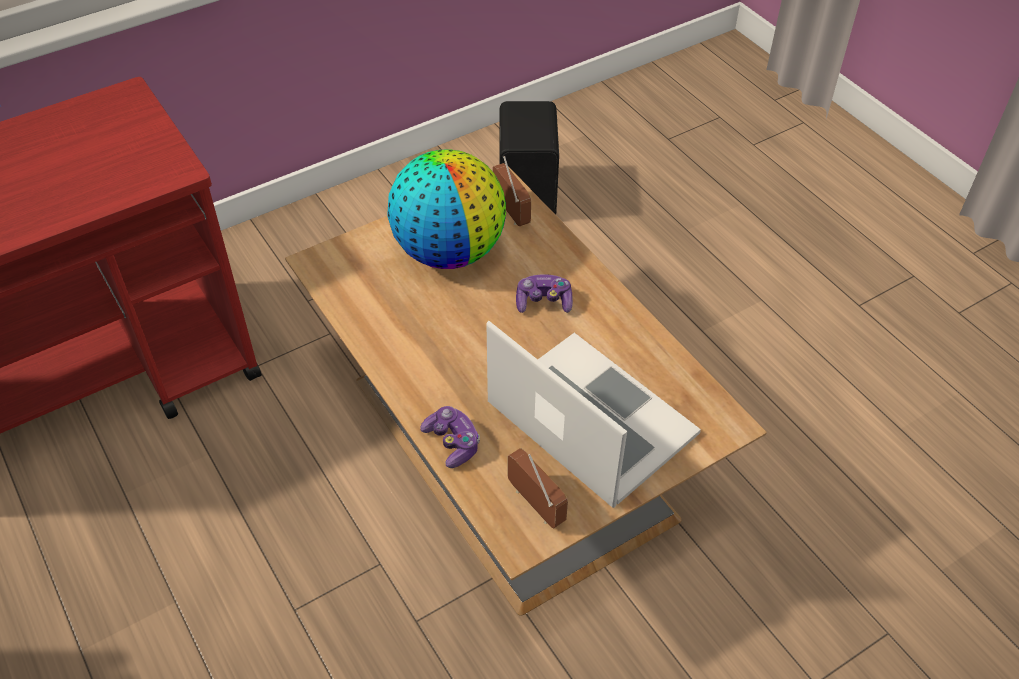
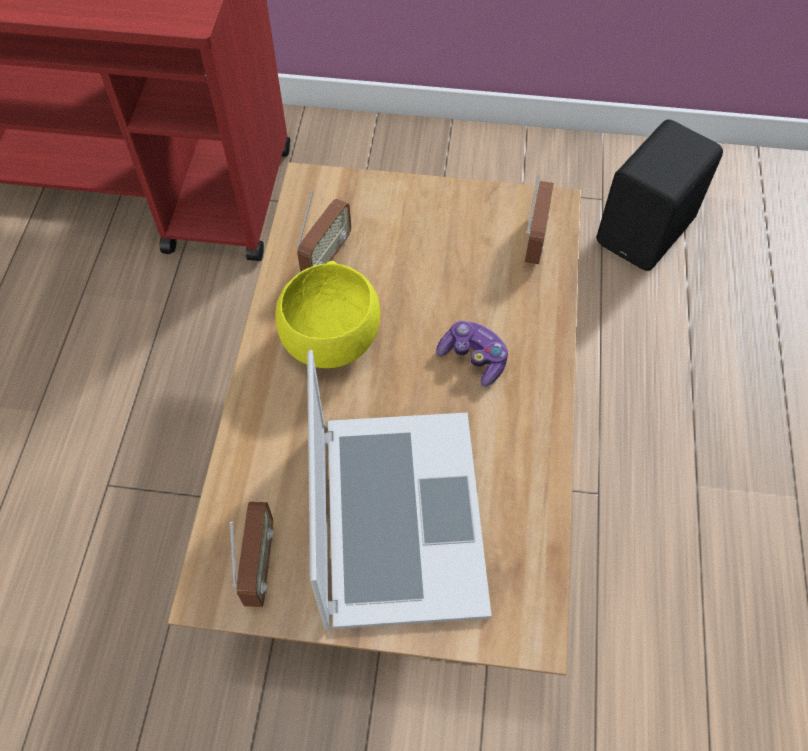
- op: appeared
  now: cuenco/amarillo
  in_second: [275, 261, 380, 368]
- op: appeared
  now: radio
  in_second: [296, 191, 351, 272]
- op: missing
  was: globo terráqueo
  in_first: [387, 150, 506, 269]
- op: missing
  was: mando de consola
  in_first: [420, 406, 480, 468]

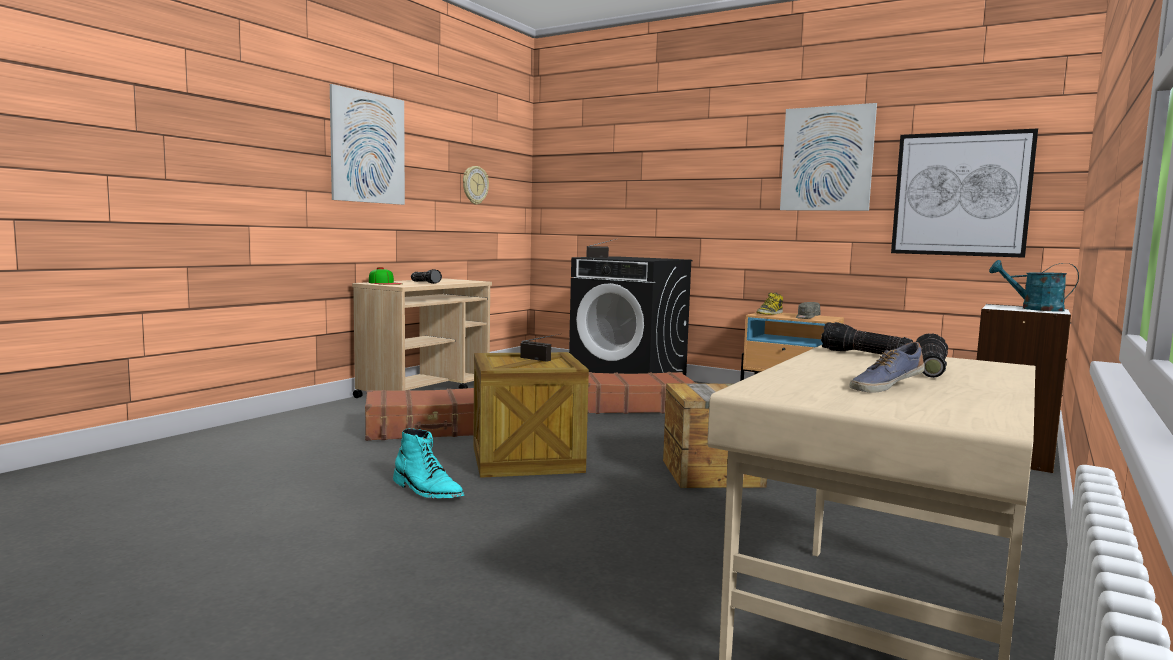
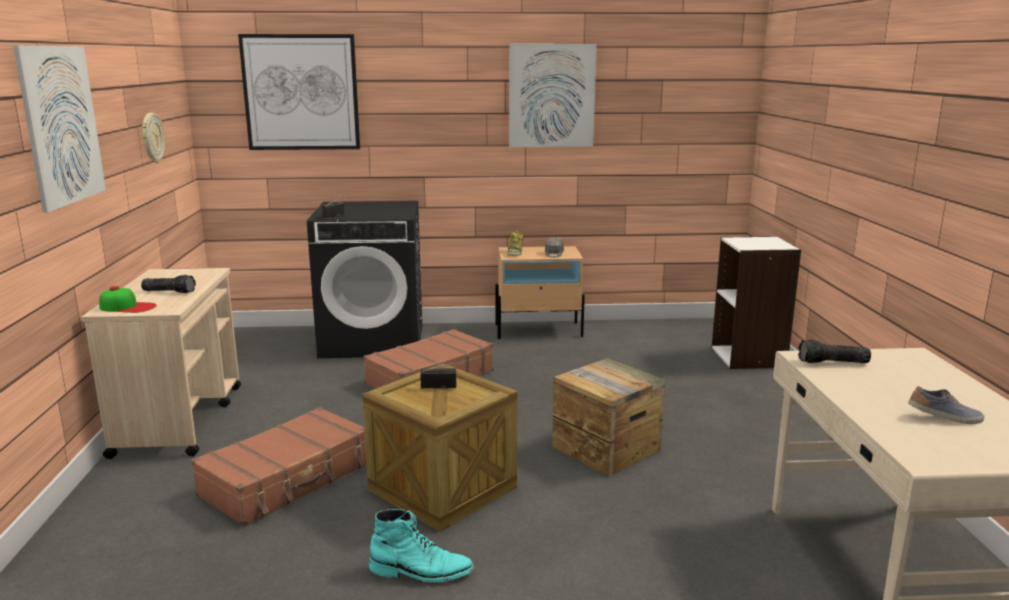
- op: relocated
  was: cuadro
  in_first: [891, 128, 1038, 258]
  in_second: [238, 34, 360, 150]
- op: spun
  was: zapato
  in_first: [849, 342, 924, 393]
  in_second: [908, 386, 984, 424]
  clockwise: -105
- op: missing
  was: linterna
  in_first: [916, 334, 948, 378]
- op: missing
  was: regadera/turquesa
  in_first: [989, 260, 1079, 312]

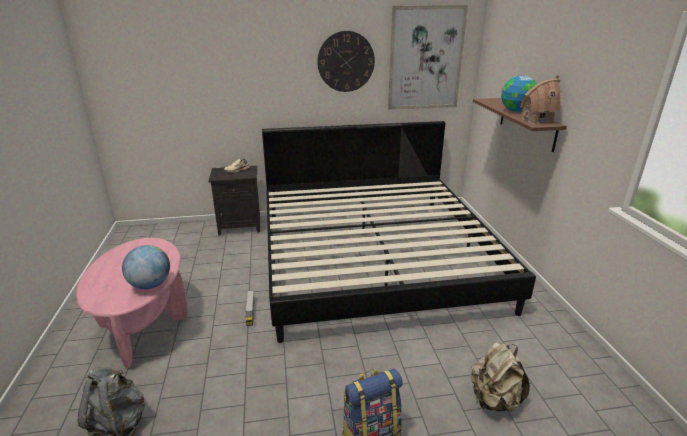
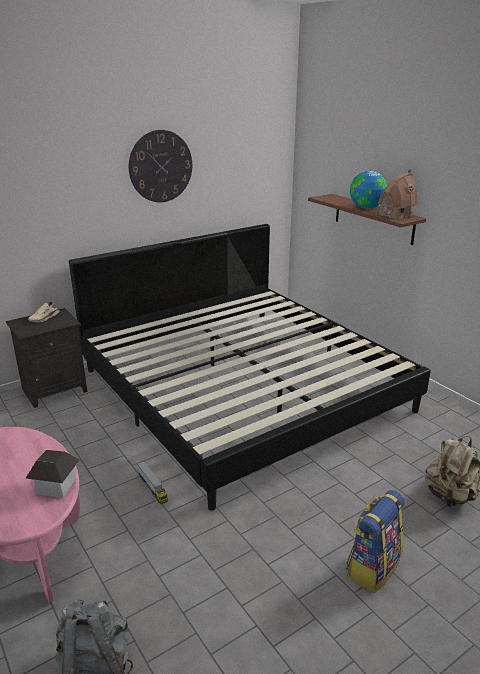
- op: exchanged
  was: globo terráqueo
  now: casita
  in_first: [122, 245, 170, 289]
  in_second: [26, 450, 80, 498]
- op: missing
  was: cuadro
  in_first: [388, 5, 468, 110]

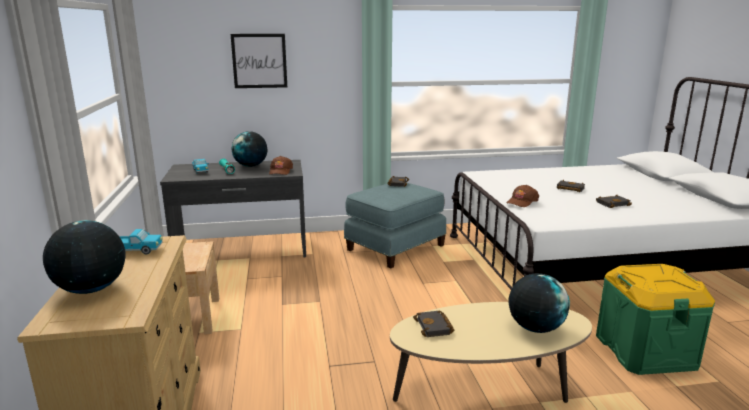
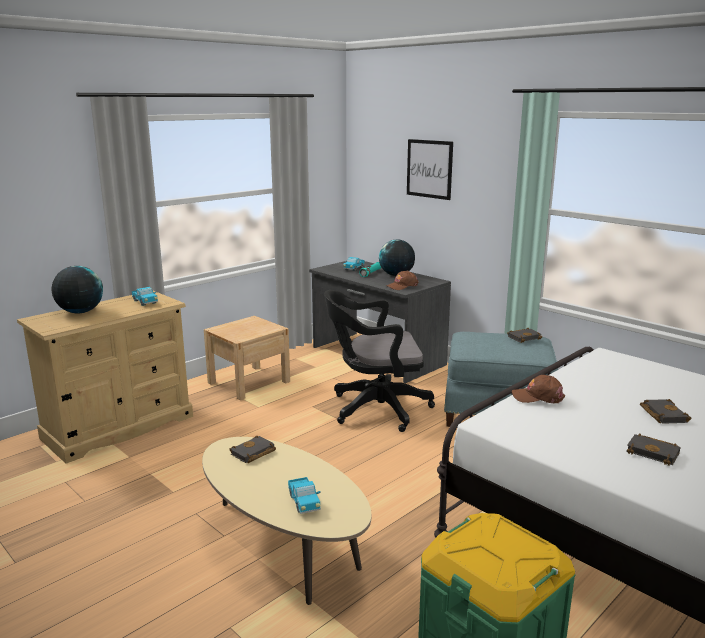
- op: exchanged
  was: globo terráqueo
  now: camión de juguete
  in_first: [509, 273, 570, 333]
  in_second: [288, 477, 321, 514]
- op: appeared
  now: silla de oficina/negro
  in_second: [324, 290, 435, 432]

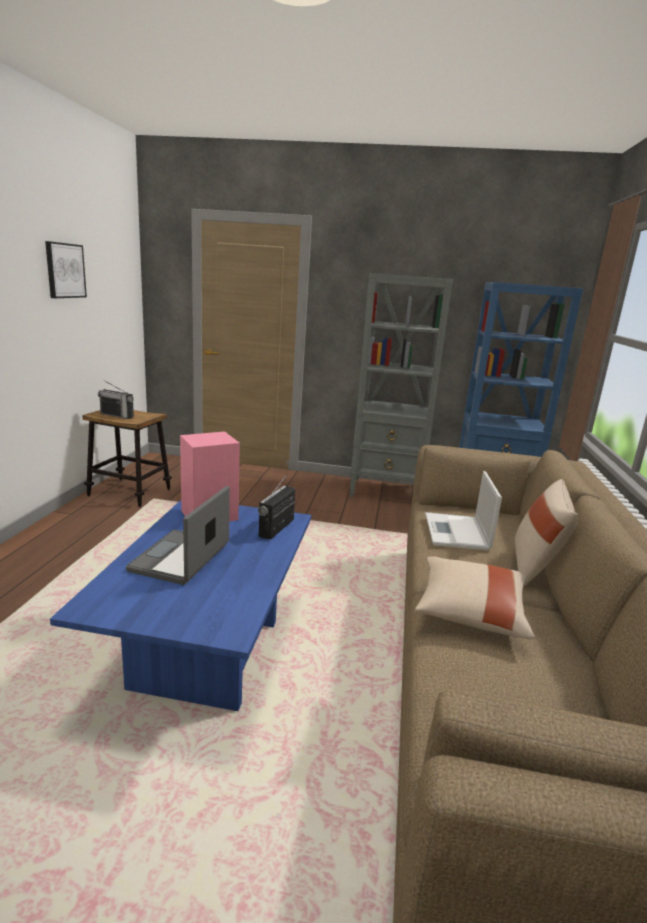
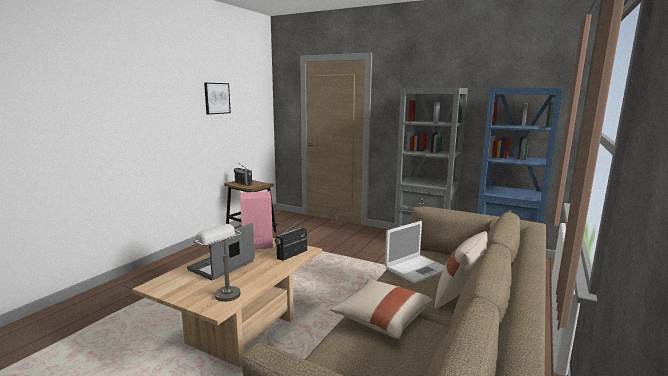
- op: colour
  was: mesa de centro/azul
  now: mesa de centro/beis
  in_first: [50, 500, 311, 711]
  in_second: [132, 238, 322, 367]
- op: appeared
  now: lámpara de mesa/gris
  in_second: [193, 224, 243, 302]
- op: spun
  was: portátil
  in_first: [425, 471, 502, 551]
  in_second: [385, 221, 445, 284]
  clockwise: -150

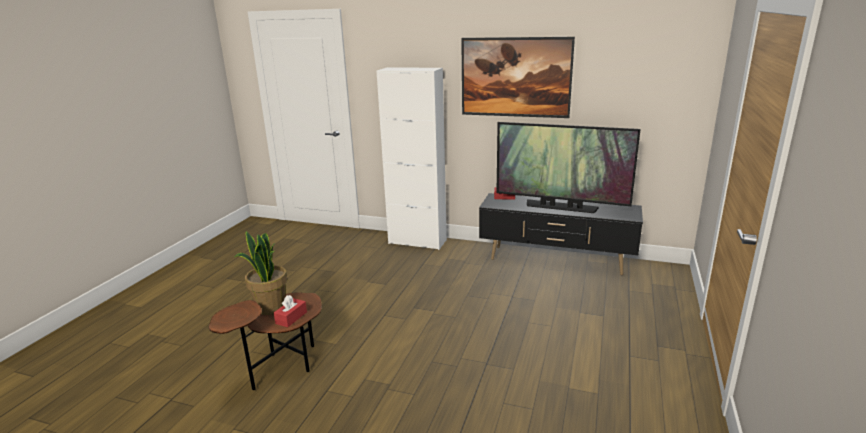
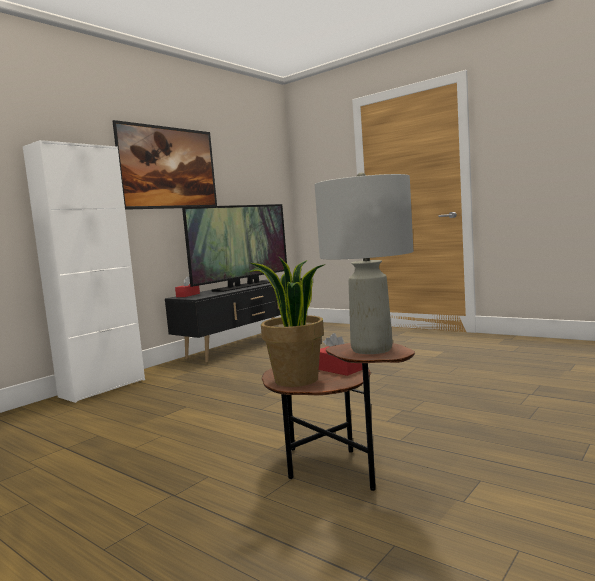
- op: appeared
  now: lámpara de mesa/gris
  in_second: [315, 173, 413, 354]

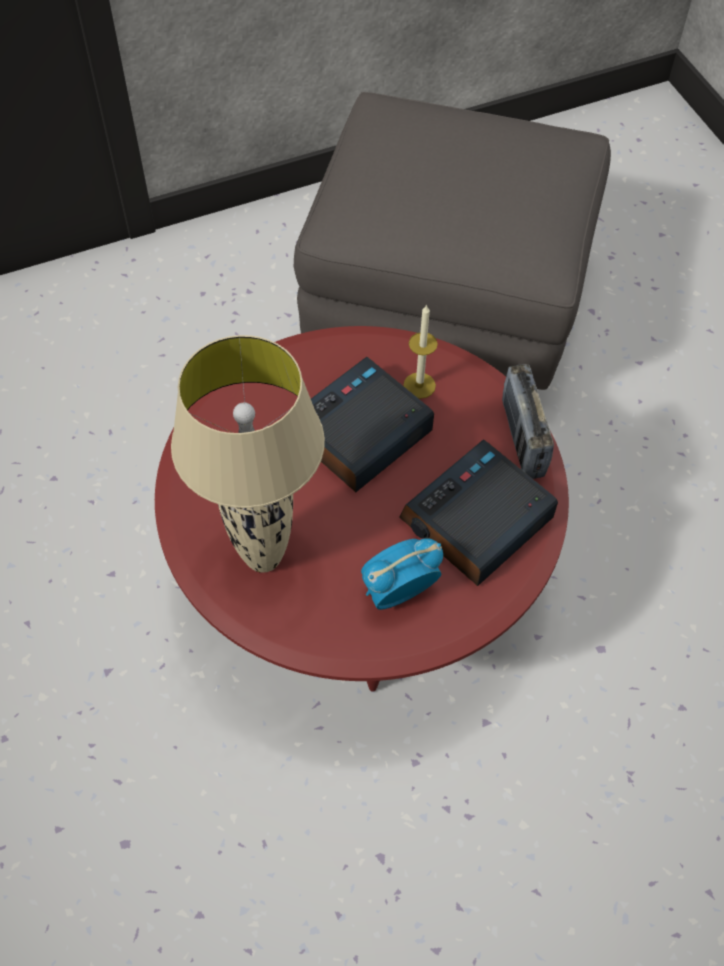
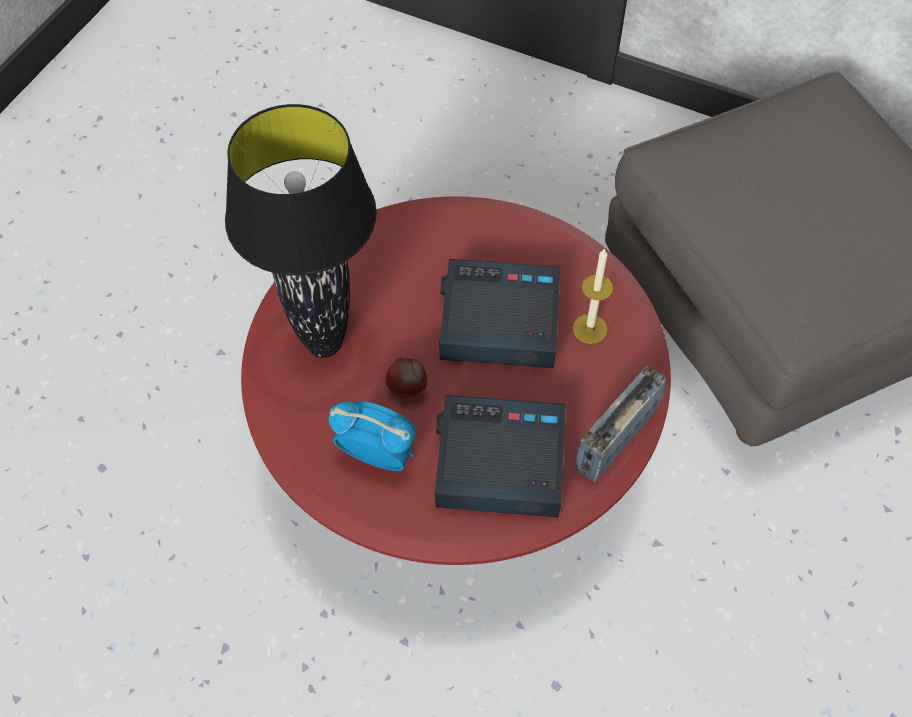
- op: colour
  was: lámpara de mesa/beis
  now: lámpara de mesa/negro
  in_first: [171, 335, 325, 573]
  in_second: [225, 104, 377, 358]
- op: appeared
  now: manzana
  in_second: [385, 358, 427, 398]

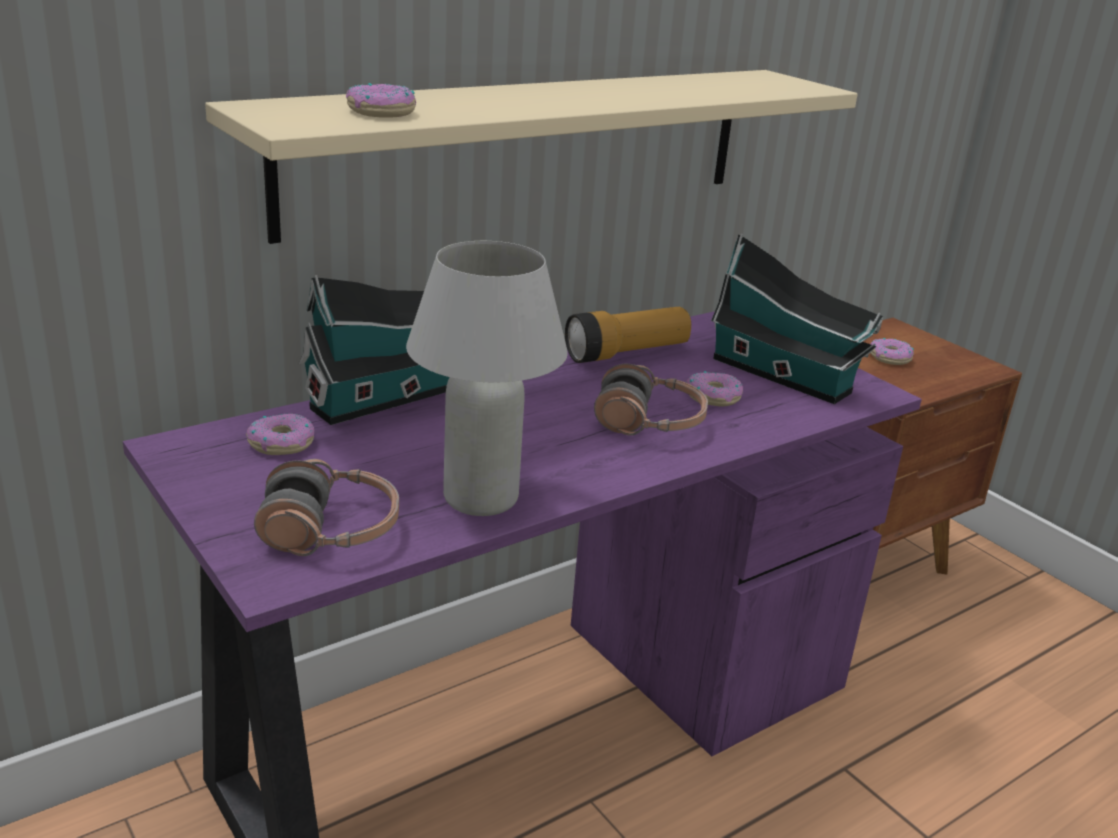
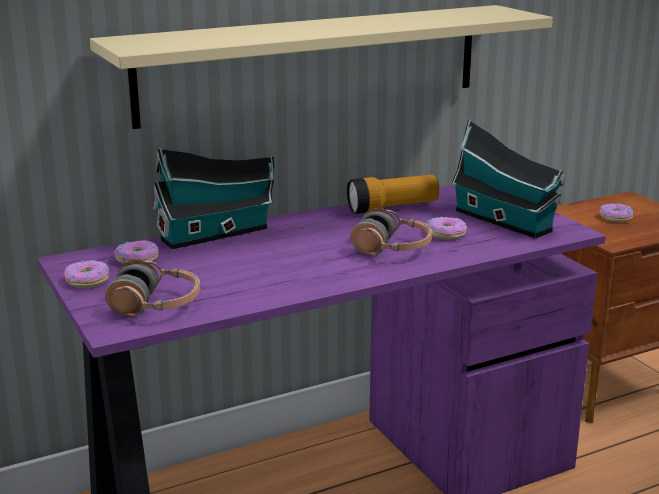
- op: relocated
  was: rosquilla
  in_first: [346, 83, 416, 118]
  in_second: [64, 260, 109, 288]
- op: missing
  was: lámpara de mesa/blanco
  in_first: [406, 241, 568, 516]

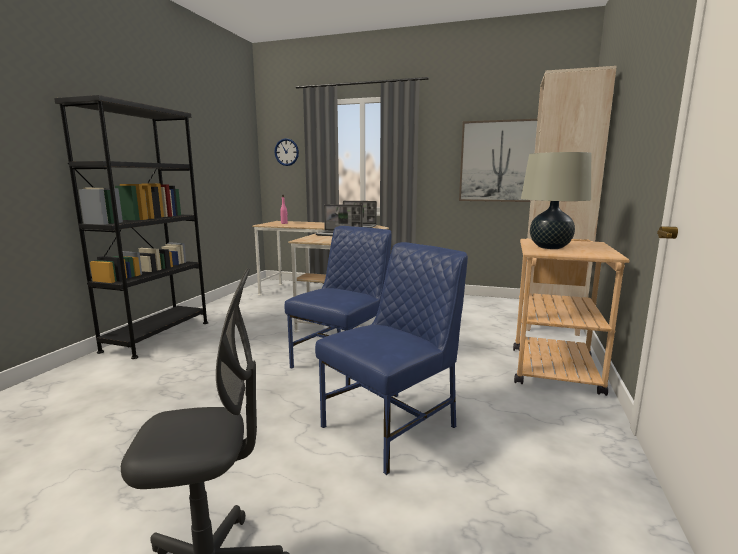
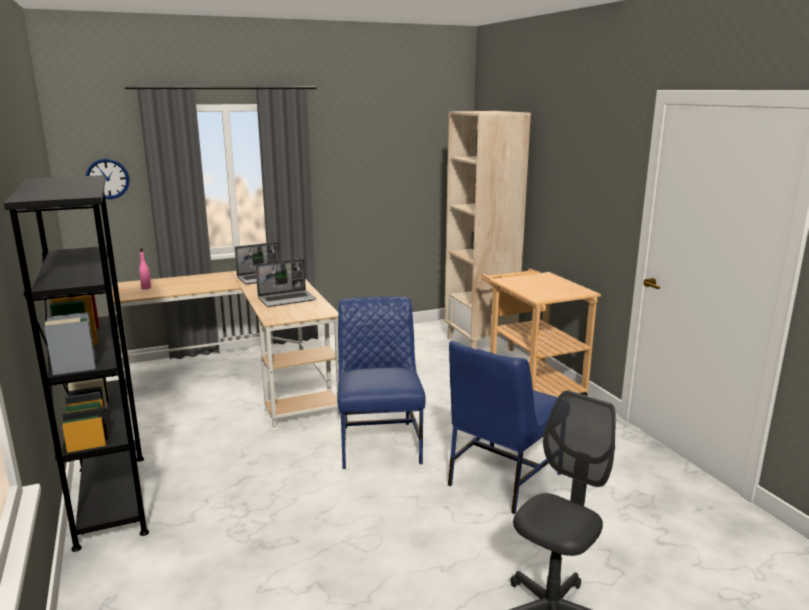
- op: spun
  was: silla/azul
  in_first: [315, 242, 468, 475]
  in_second: [448, 340, 561, 514]
  clockwise: -150
- op: missing
  was: cuadro
  in_first: [459, 119, 537, 202]
- op: missing
  was: lámpara de mesa/beis
  in_first: [521, 152, 591, 249]

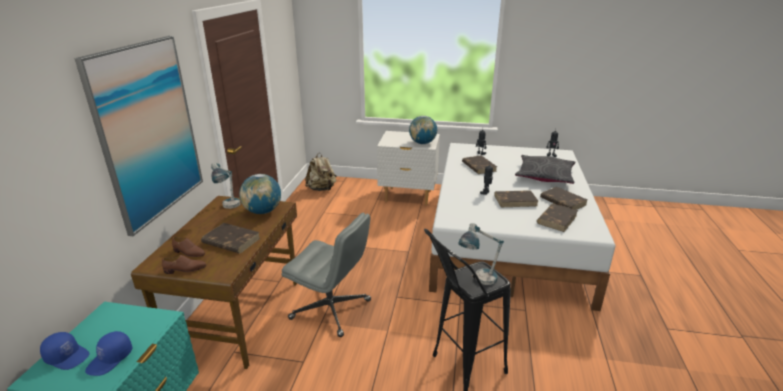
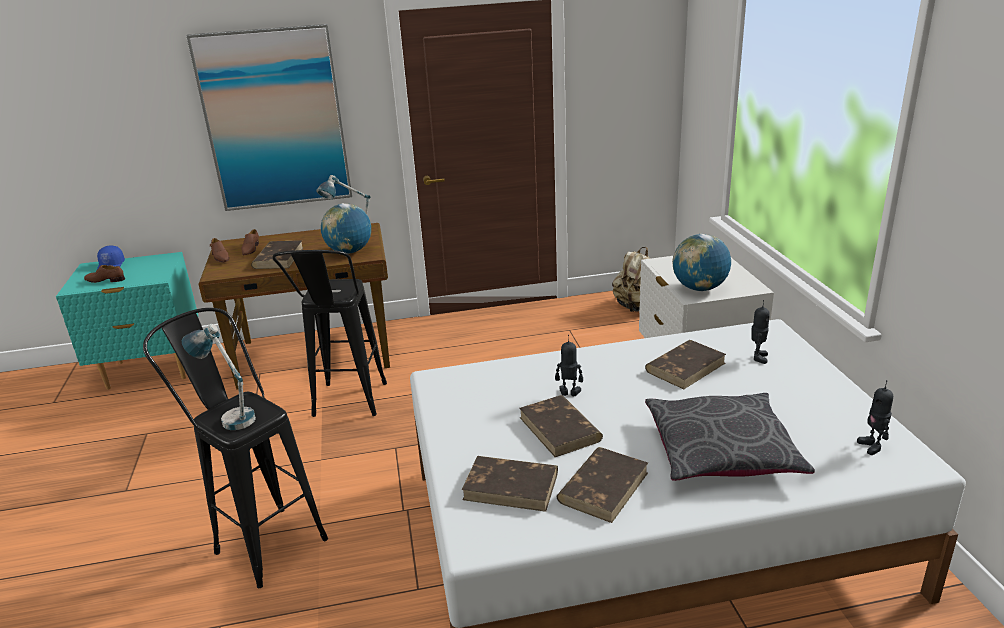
- op: exchanged
  was: gorra/azul
  now: zapato/marrón
  in_first: [85, 331, 132, 376]
  in_second: [84, 265, 125, 283]
- op: exchanged
  was: silla de oficina/gris
  now: taburete/negro
  in_first: [281, 213, 371, 337]
  in_second: [272, 250, 387, 417]

